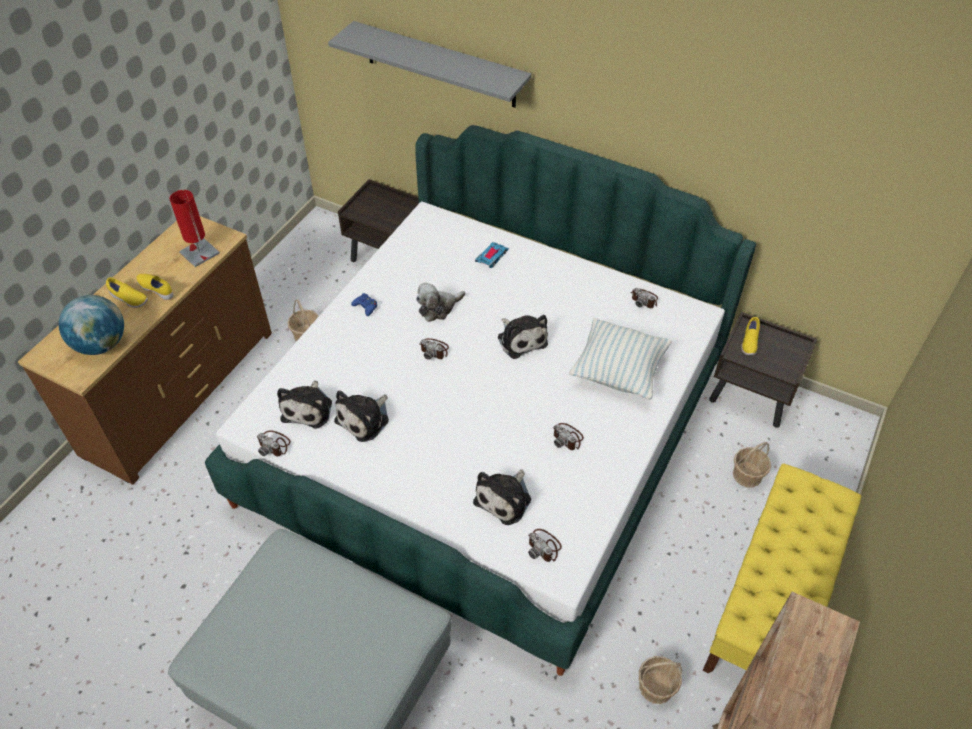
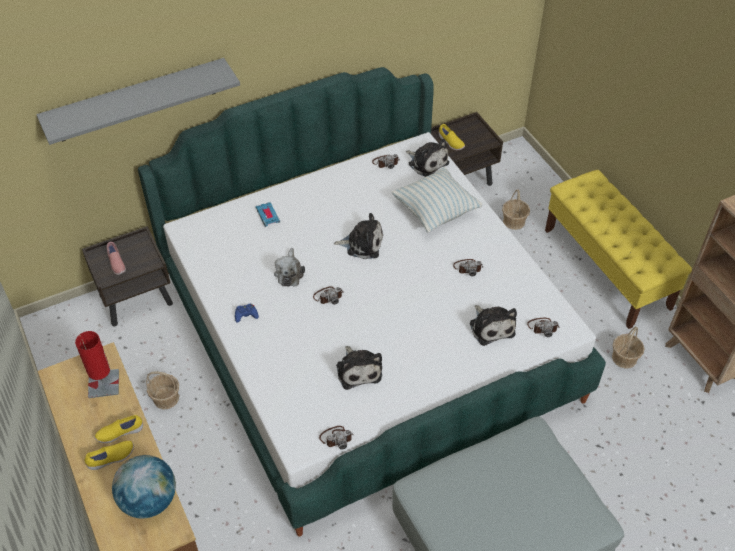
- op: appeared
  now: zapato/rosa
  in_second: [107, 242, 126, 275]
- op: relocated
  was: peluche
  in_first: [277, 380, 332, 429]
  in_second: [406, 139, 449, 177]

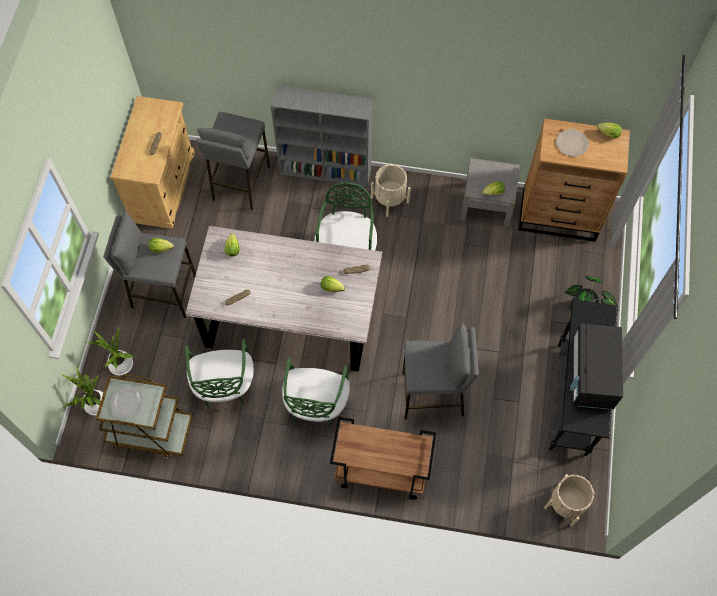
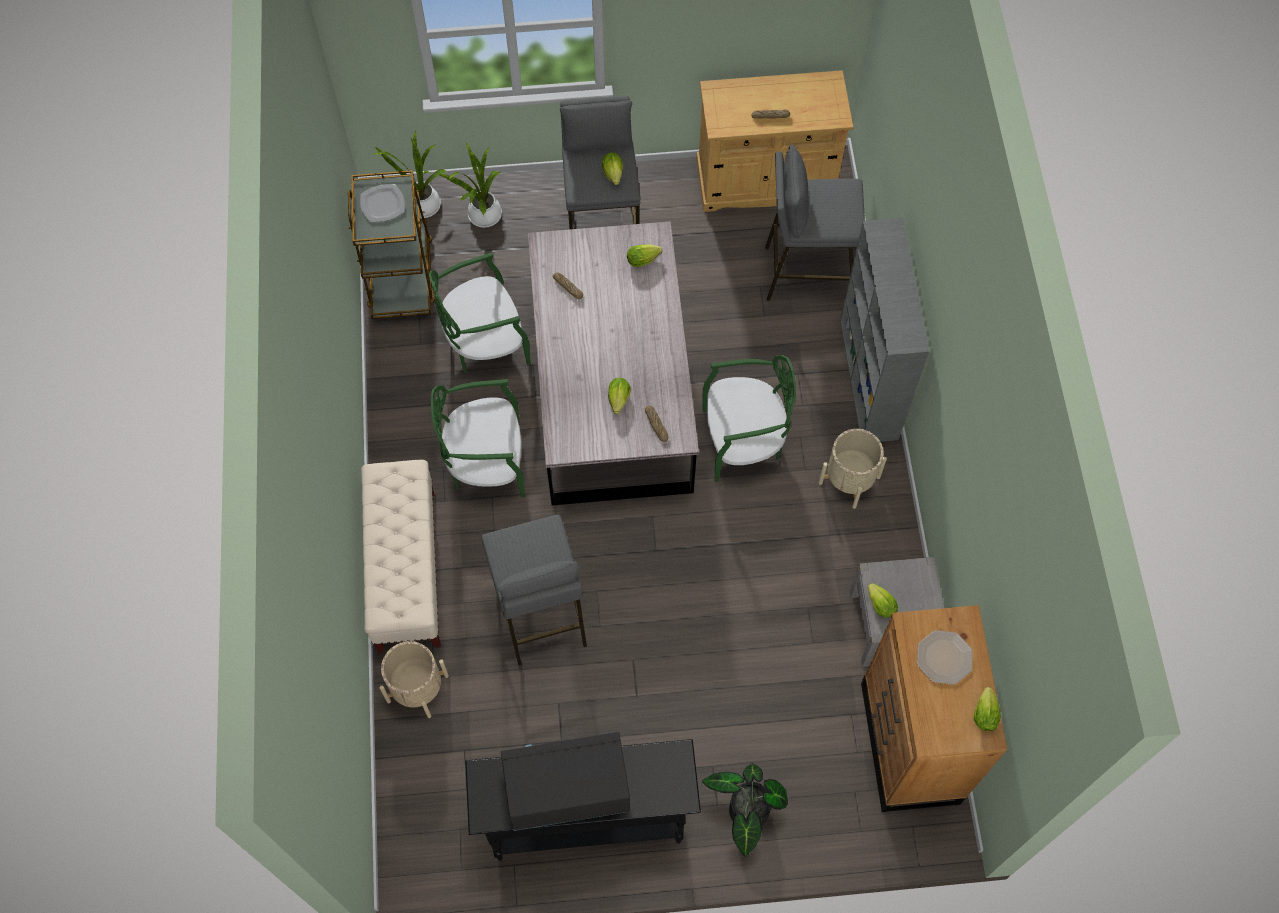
- op: exchanged
  was: carrito/marrón
  now: banco/beis
  in_first: [330, 417, 436, 500]
  in_second: [361, 460, 441, 653]
- op: relocated
  was: maceta/beis
  in_first: [544, 474, 595, 527]
  in_second: [379, 641, 449, 718]

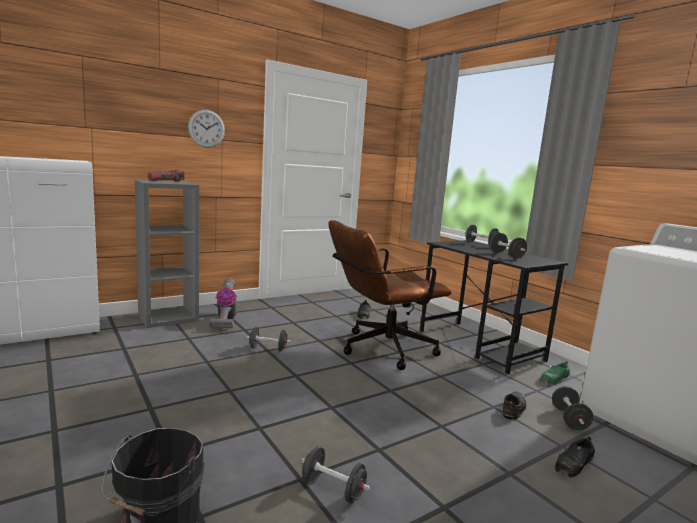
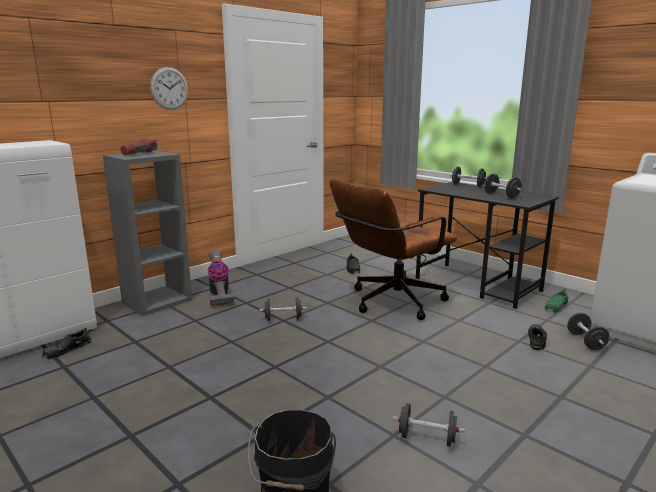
- op: relocated
  was: zapato/negro
  in_first: [555, 436, 595, 477]
  in_second: [42, 327, 92, 359]

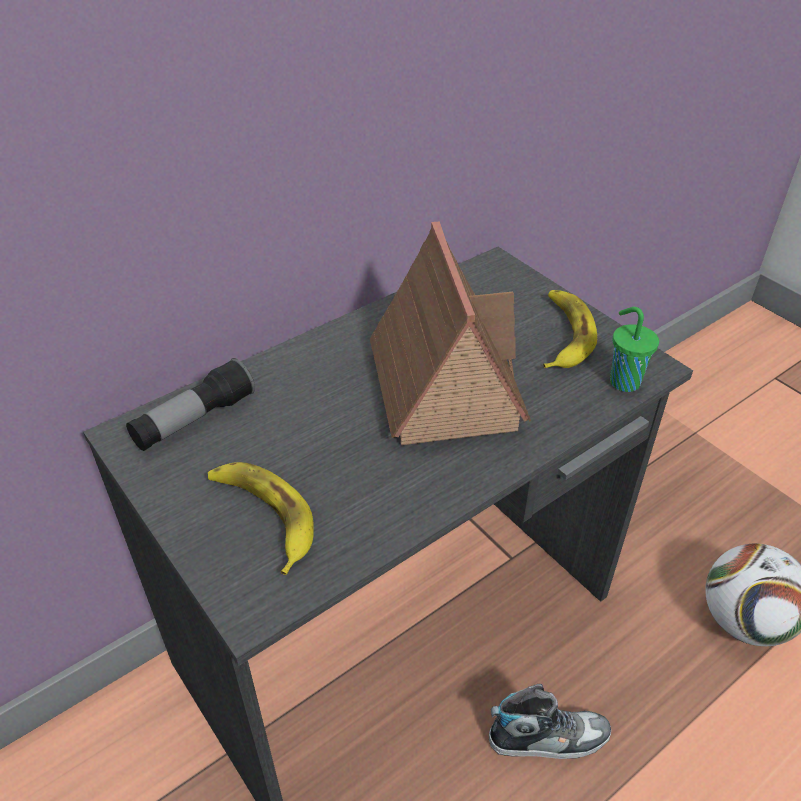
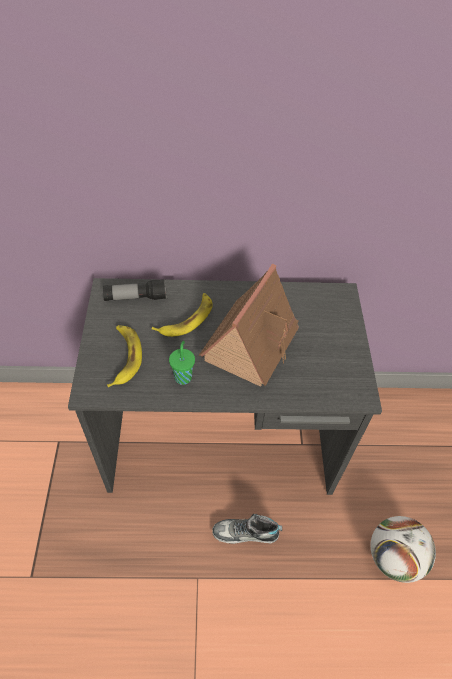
- op: relocated
  was: plátano
  in_first: [543, 290, 597, 368]
  in_second: [152, 293, 213, 337]
- op: relocated
  was: taza/verde
  in_first: [610, 307, 659, 392]
  in_second: [169, 341, 195, 385]
- op: spun
  was: zapato
  in_first: [489, 684, 611, 759]
  in_second: [212, 514, 282, 544]
  clockwise: 150

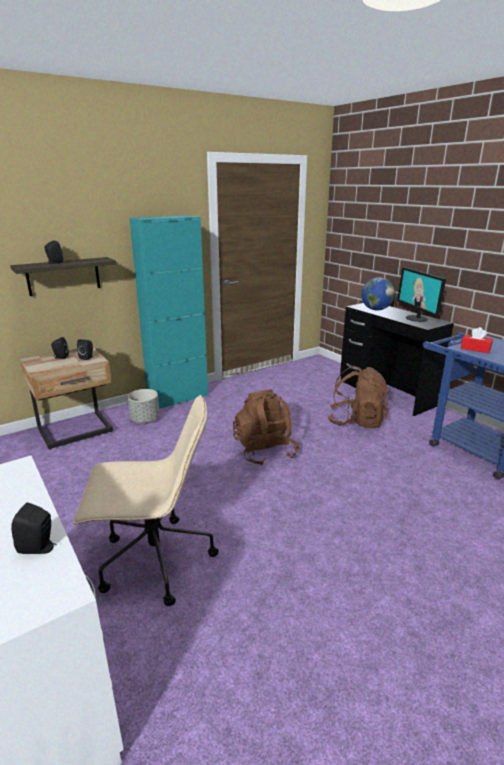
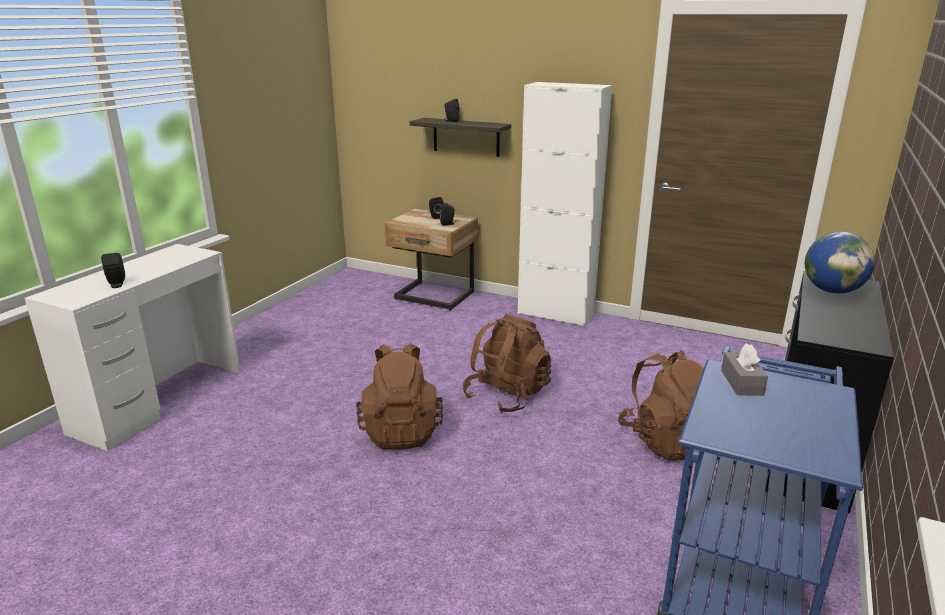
- op: appeared
  now: mochila/marrón
  in_second: [356, 343, 443, 450]
- op: colour
  was: armario/turquesa
  now: armario/blanco
  in_first: [130, 215, 208, 409]
  in_second: [518, 82, 612, 327]
- op: colour
  was: caja de pañuelos/rojo
  now: caja de pañuelos/gris
  in_first: [461, 327, 493, 353]
  in_second: [721, 343, 768, 396]
- op: missing
  was: silla de oficina/beis
  in_first: [73, 395, 219, 606]
- op: missing
  was: maceta/gris
  in_first: [128, 389, 160, 423]
- op: missing
  was: monitor
  in_first: [397, 267, 446, 322]

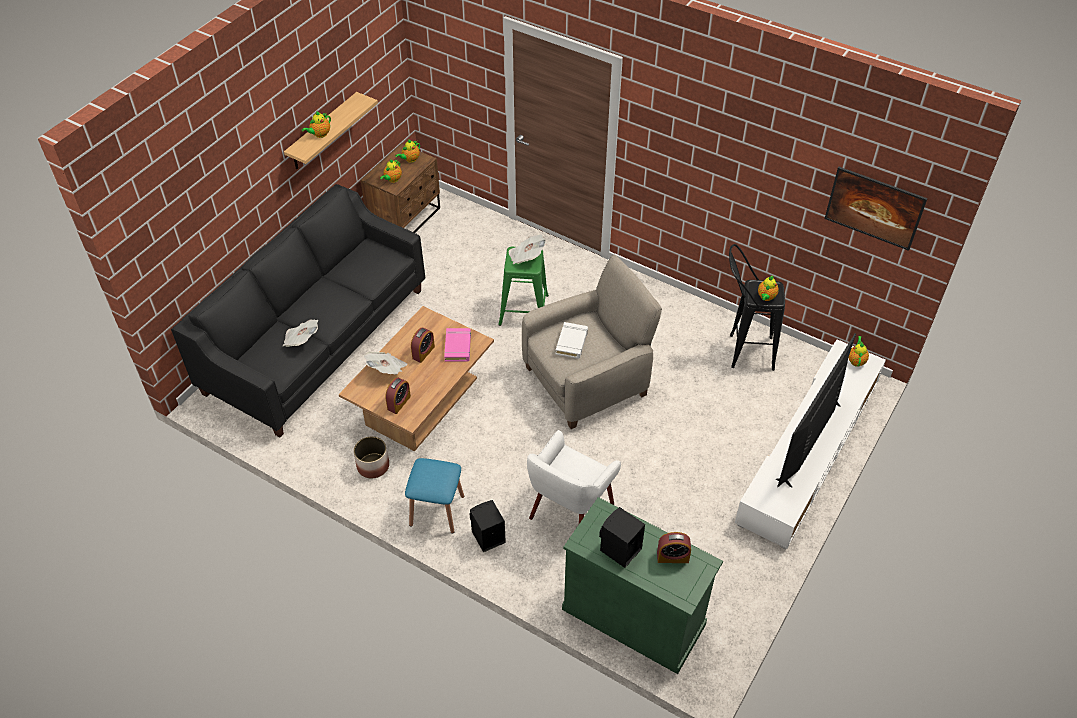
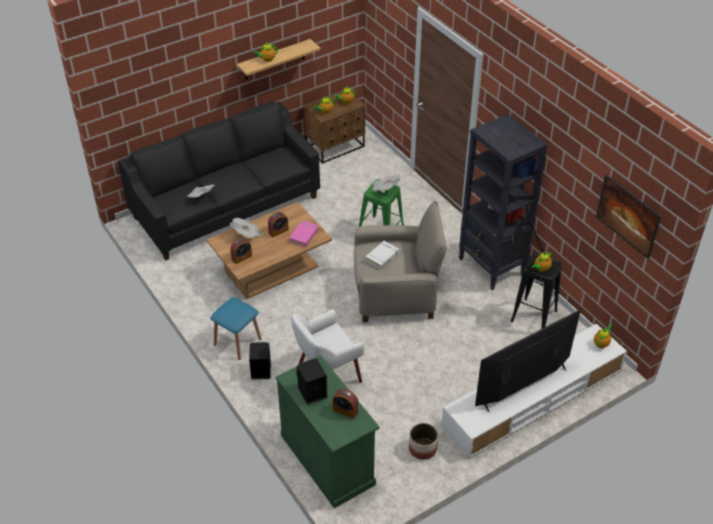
- op: relocated
  was: maceta
  in_first: [354, 436, 389, 478]
  in_second: [409, 423, 438, 460]
- op: appeared
  now: estantería/negro
  in_second: [459, 114, 547, 290]

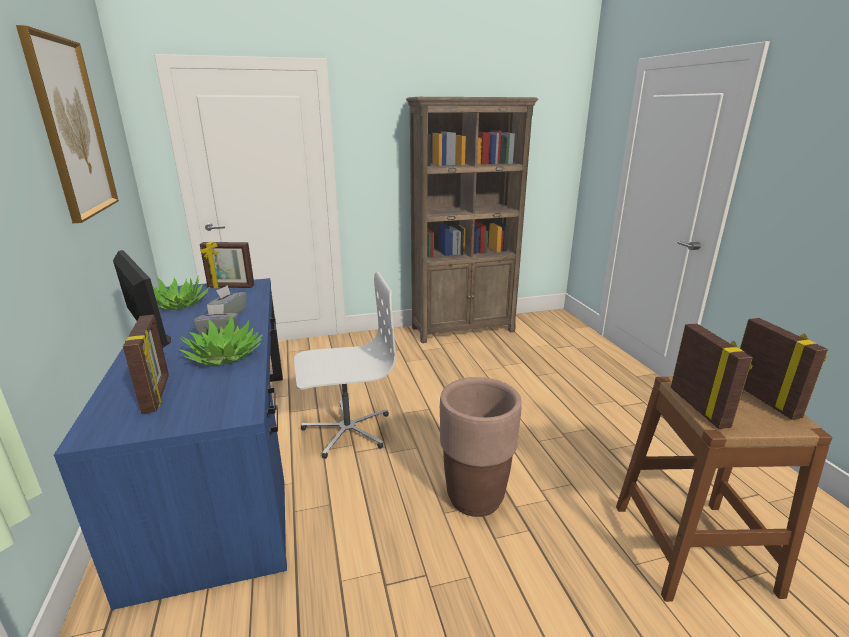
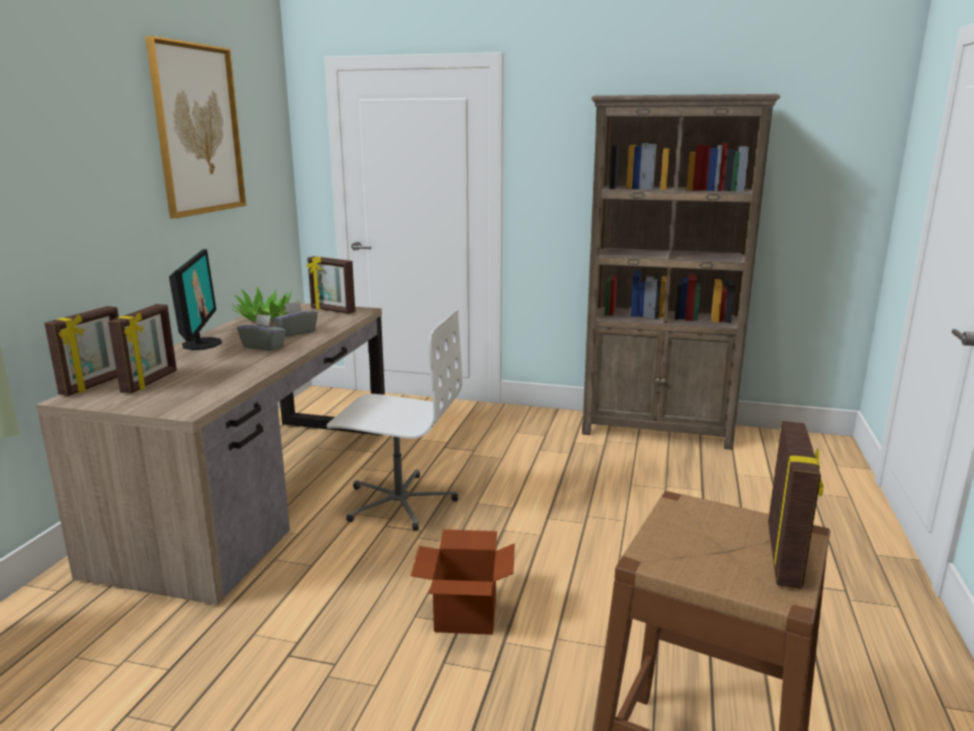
- op: colour
  was: escritorio/azul
  now: escritorio/marrón
  in_first: [54, 278, 287, 610]
  in_second: [36, 302, 385, 605]
- op: relocated
  was: portarretratos
  in_first: [671, 324, 753, 429]
  in_second: [44, 306, 119, 396]
- op: exchanged
  was: maceta/marrón
  now: caja de cartón
  in_first: [440, 377, 522, 517]
  in_second: [411, 529, 515, 635]
- op: missing
  was: planta en maceta
  in_first: [179, 316, 263, 365]

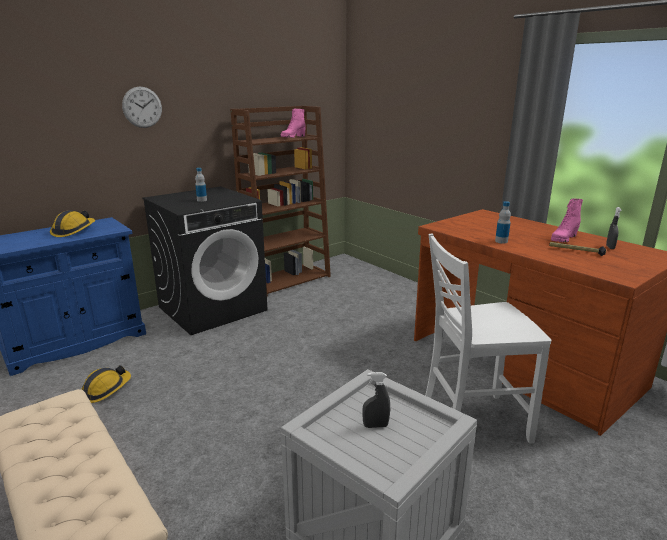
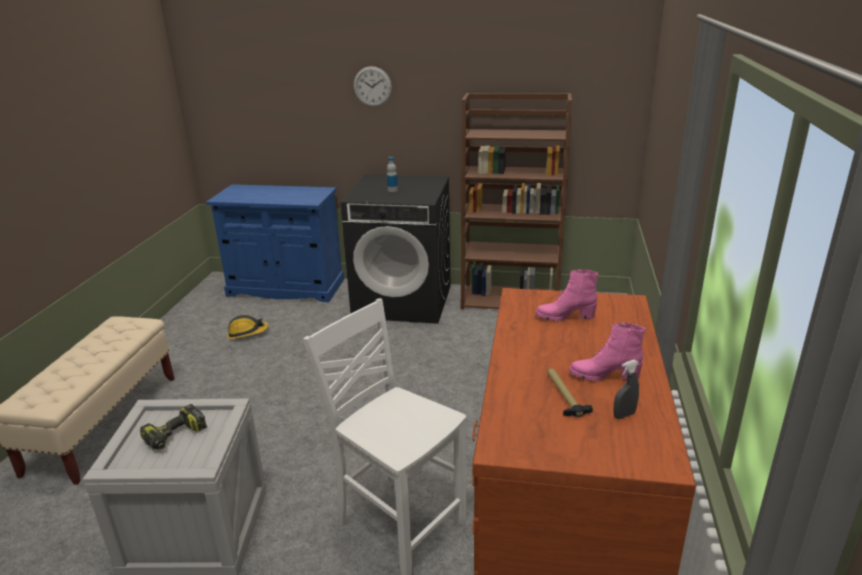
- op: exchanged
  was: pulverizador/gris
  now: taladro
  in_first: [362, 372, 390, 428]
  in_second: [140, 404, 207, 450]
- op: relocated
  was: bota/rosa
  in_first: [281, 108, 306, 138]
  in_second: [536, 269, 598, 321]
- op: missing
  was: casco
  in_first: [50, 210, 95, 237]
- op: missing
  was: botella
  in_first: [495, 201, 511, 244]

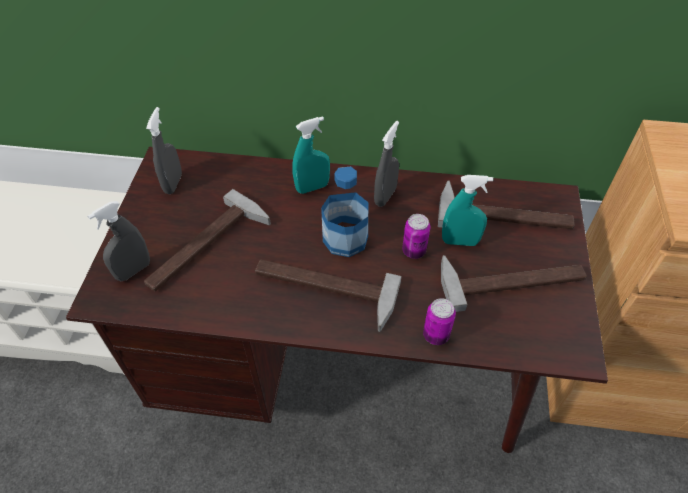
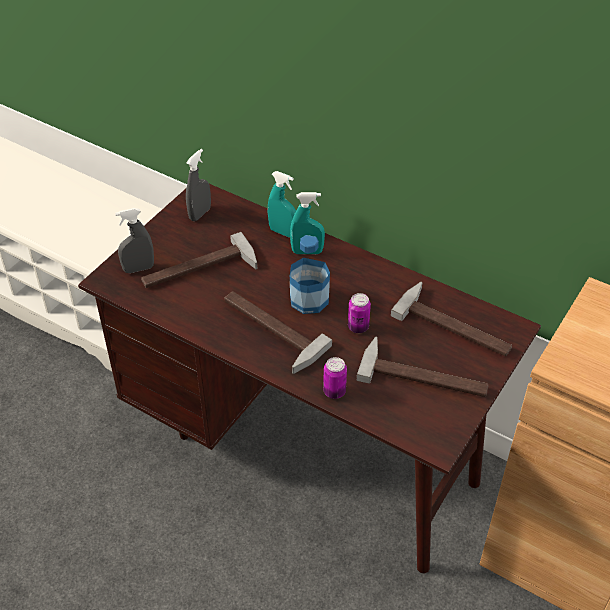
- op: relocated
  was: pulverizador/turquesa
  in_first: [442, 175, 493, 246]
  in_second: [268, 171, 296, 237]
- op: missing
  was: pulverizador/gris
  in_first: [374, 121, 399, 207]

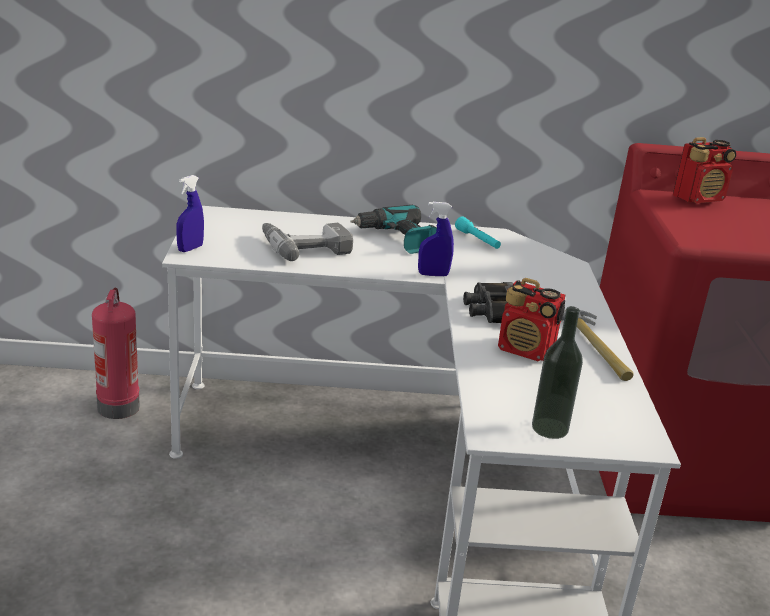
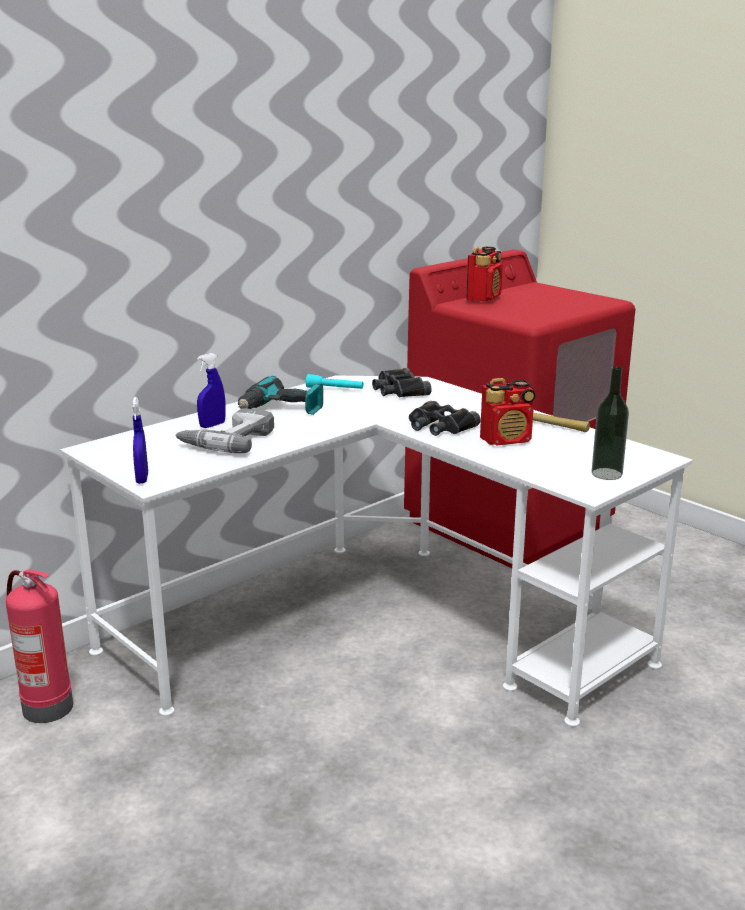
- op: relocated
  was: pulverizador/azul
  in_first: [418, 202, 454, 276]
  in_second: [197, 353, 226, 428]
- op: appeared
  now: prismáticos/negro
  in_second: [372, 368, 432, 397]

